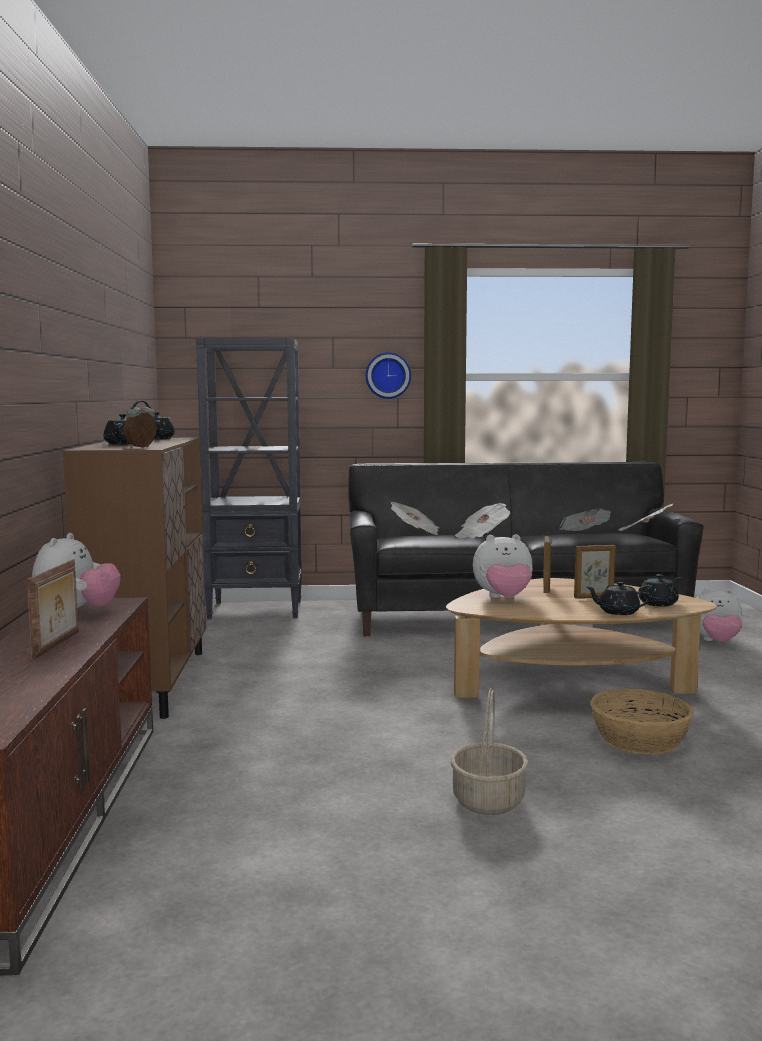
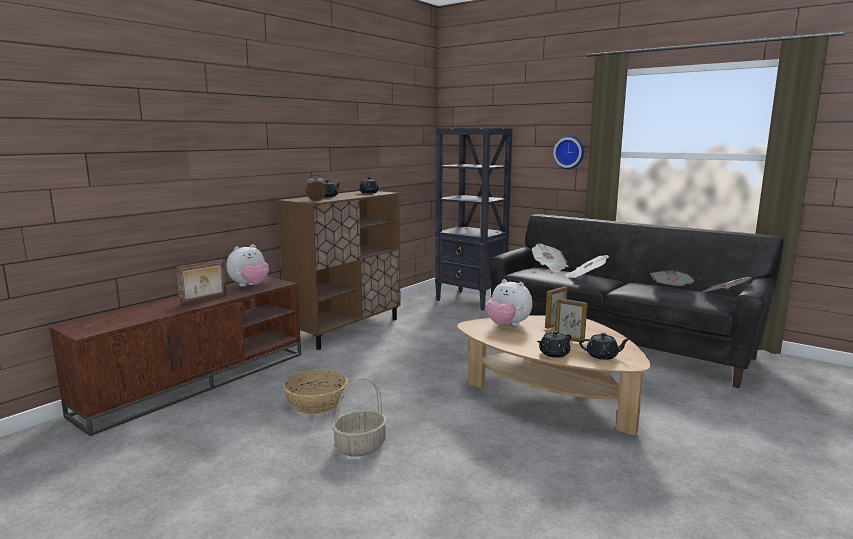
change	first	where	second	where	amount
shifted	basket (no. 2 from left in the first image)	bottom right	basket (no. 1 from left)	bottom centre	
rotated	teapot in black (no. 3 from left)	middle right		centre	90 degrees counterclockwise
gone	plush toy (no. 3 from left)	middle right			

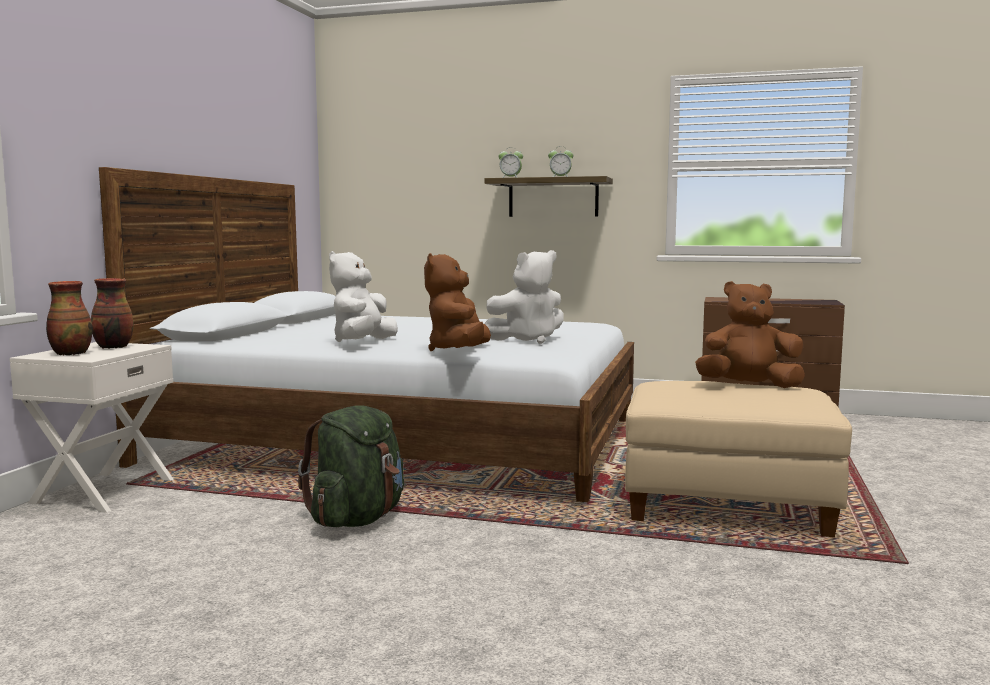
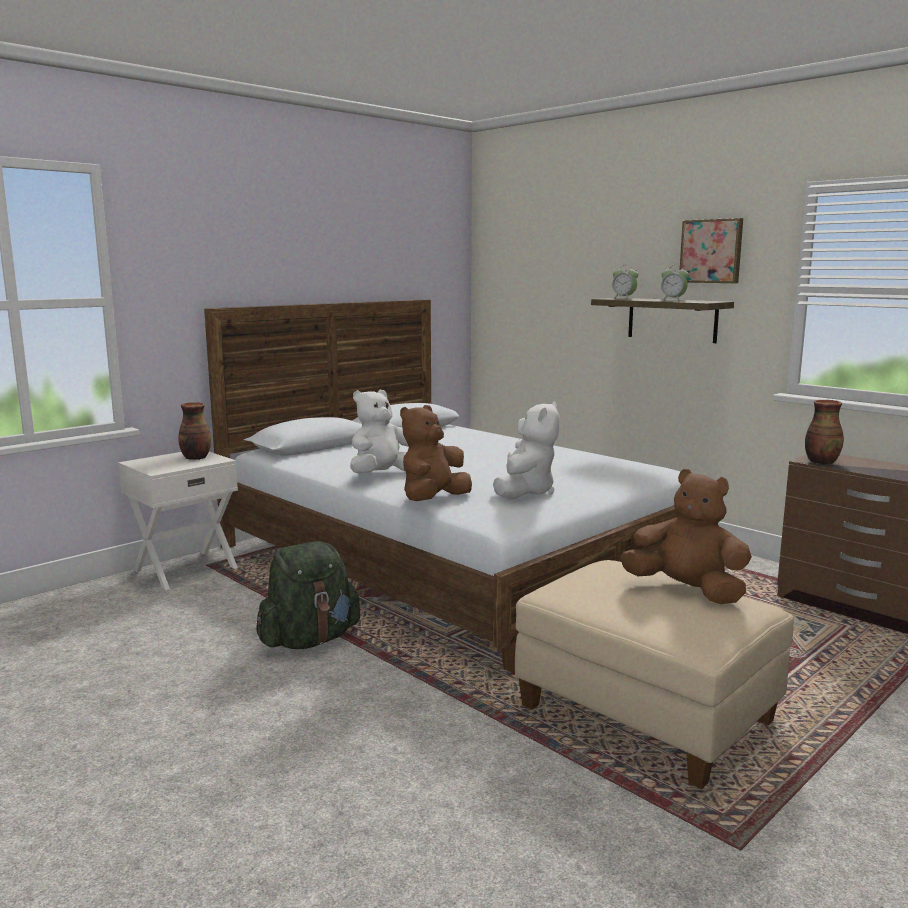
change	first	where	second	where	amount
rotated	plush toy in white (no. 2 from left)	centre		centre	75 degrees counterclockwise
new			picture	top right	
shifted	vase (no. 1 from left in the first image)	middle left	vase (no. 2 from left)	middle right	

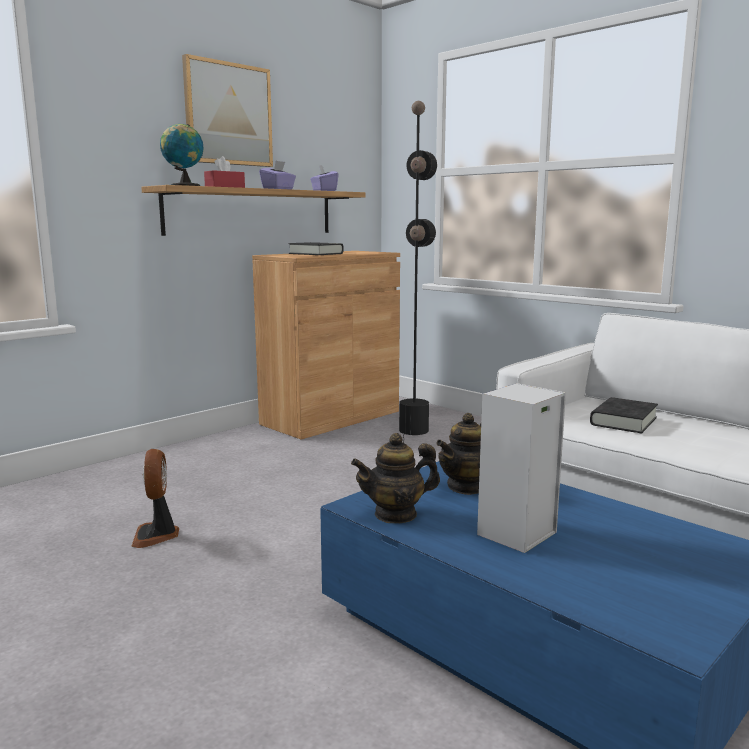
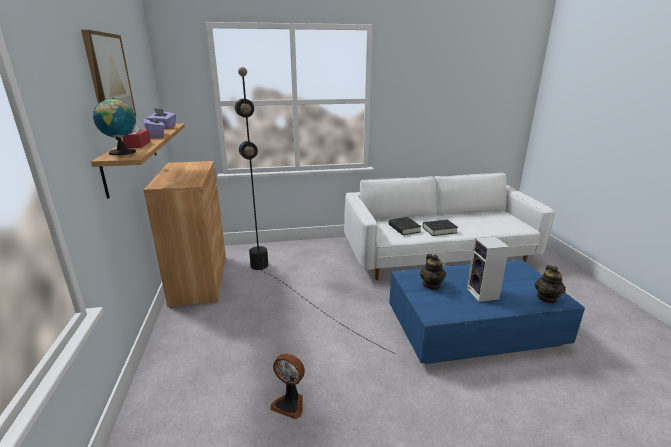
change	first	where	second	where	amount
shifted	book in black (no. 1 from left in the first image)	top centre	book in black (no. 2 from left)	centre	
shifted	teapot (no. 1 from left in the first image)	centre	teapot (no. 2 from left)	middle right	

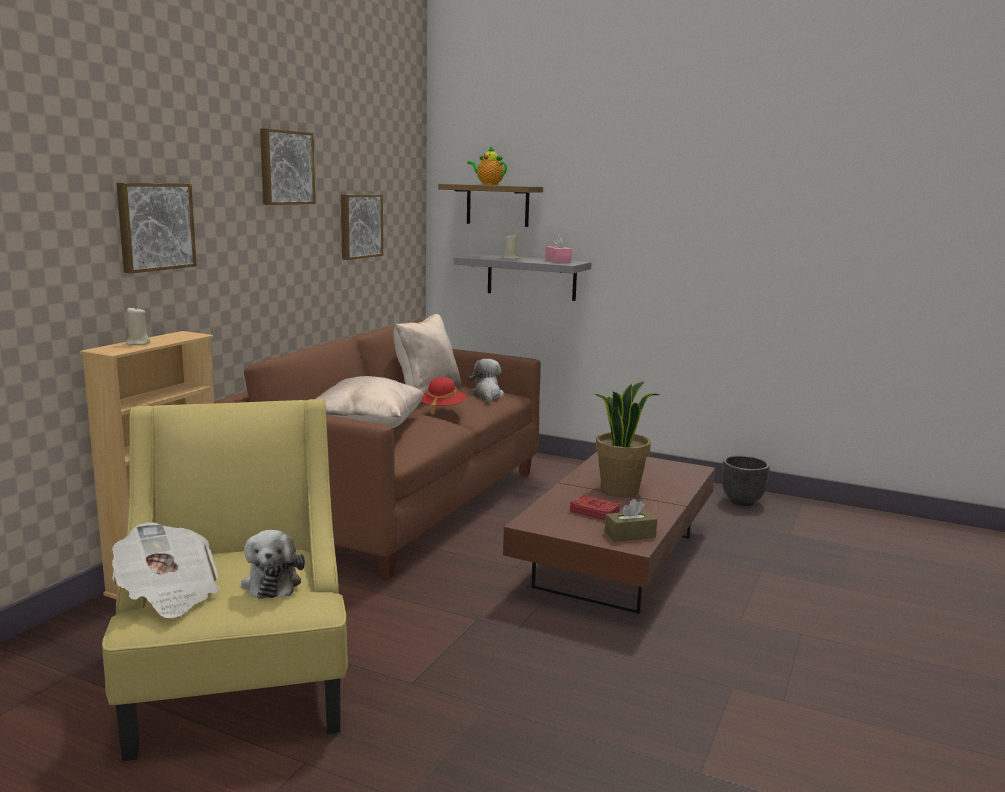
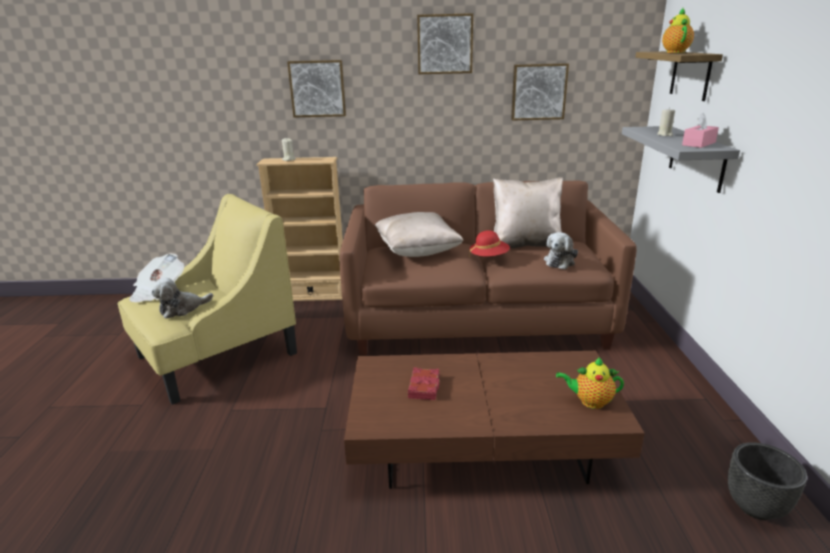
change	first	where	second	where	amount
rotated	plush toy (no. 2 from left)	centre		middle right	150 degrees clockwise
new			teapot (no. 1 from left)	bottom right	
gone	potted plant	centre			
gone	tissue box in brown	centre			

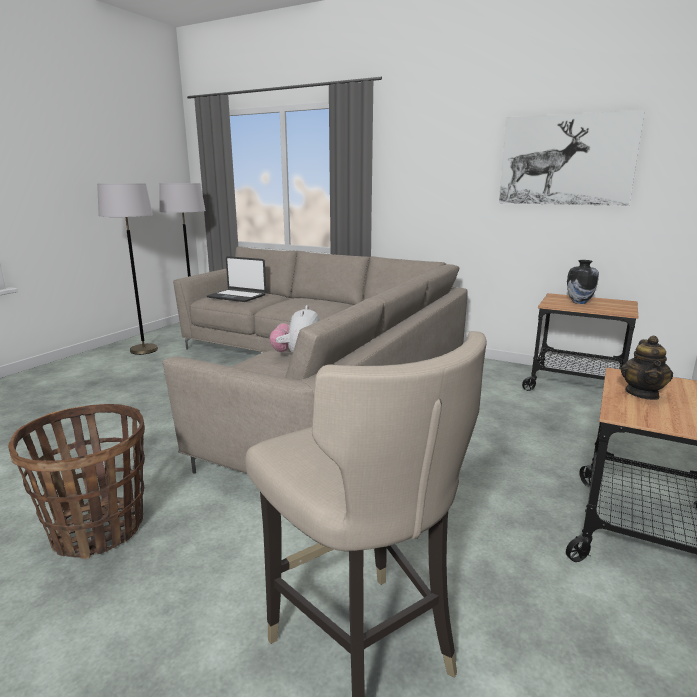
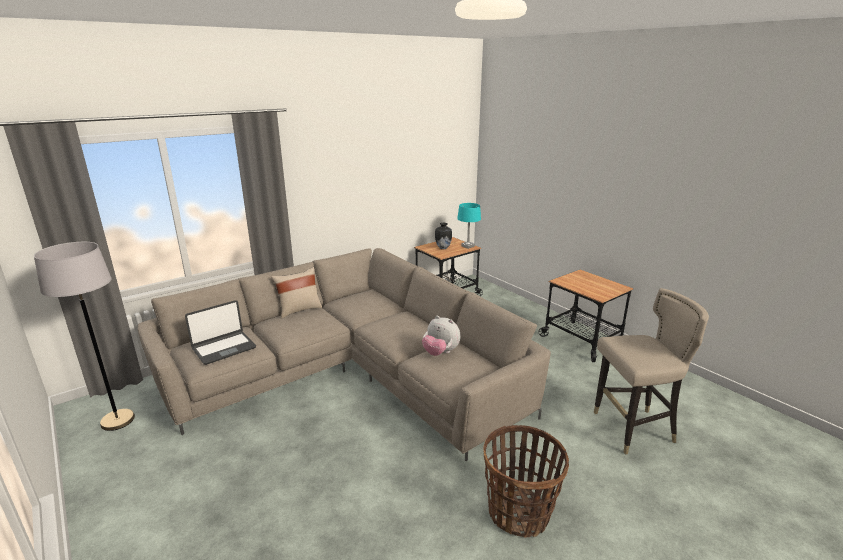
change	first	where	second	where	amount
new			pillow in beige	centre	
new			table lamp in turquoise	centre	
gone	floor lamp in grey (no. 1 from left)	middle left			
gone	picture	top right			
gone	teapot	middle right			

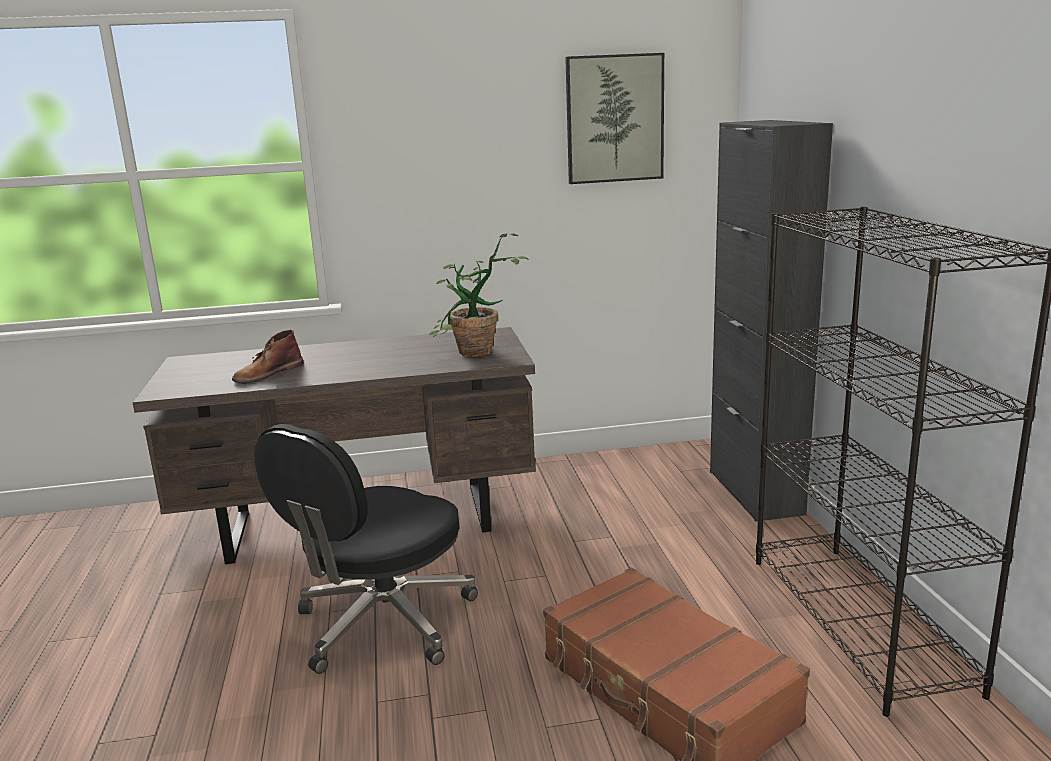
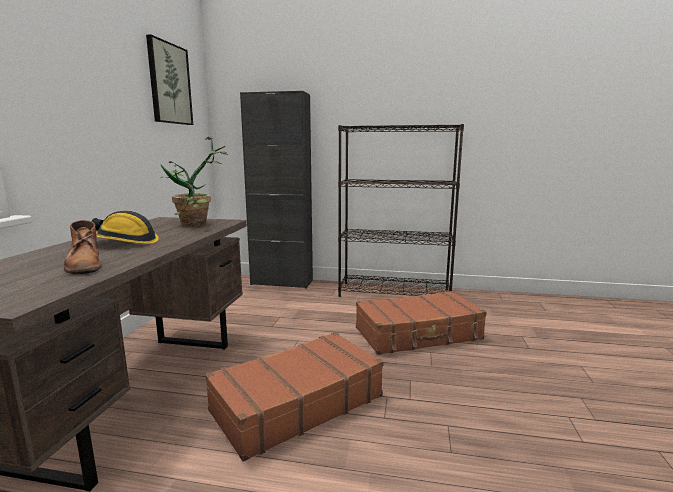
change	first	where	second	where	amount
new			hard hat	middle left	
swapped	office chair in black	bottom centre	suitcase in brown (no. 1 from left)	bottom centre	

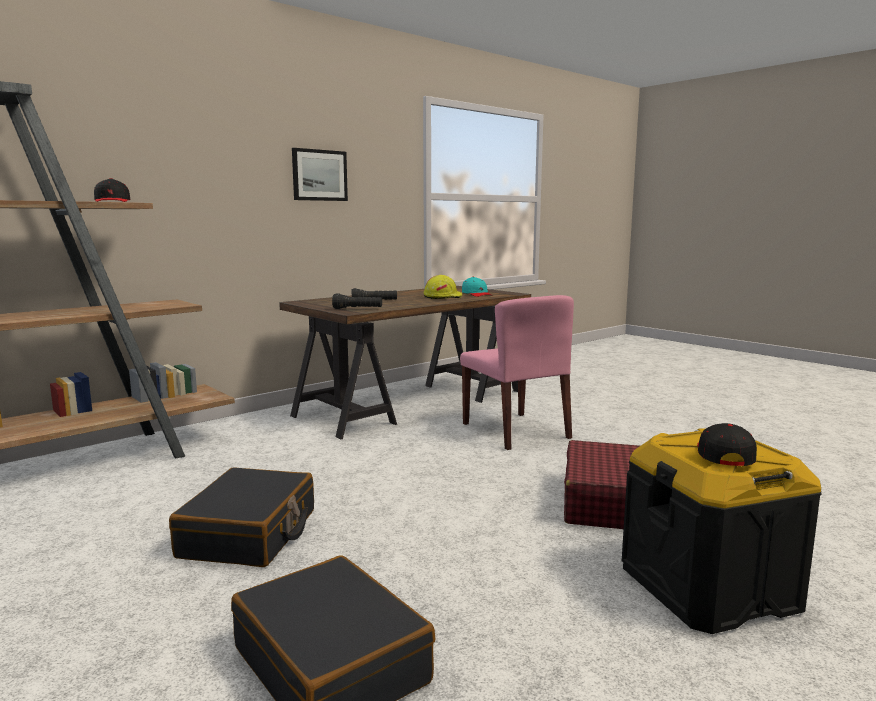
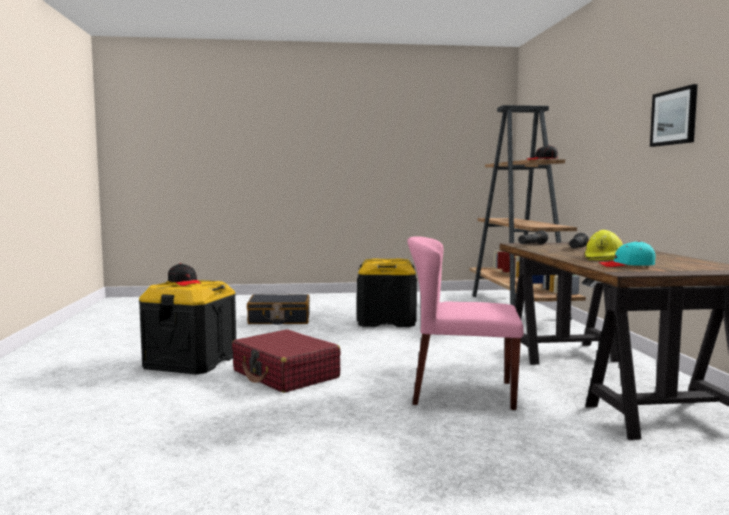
change	first	where	second	where	amount
swapped	suitcase in black (no. 1 from left)	bottom left	storage box in black (no. 2 from left)	centre	

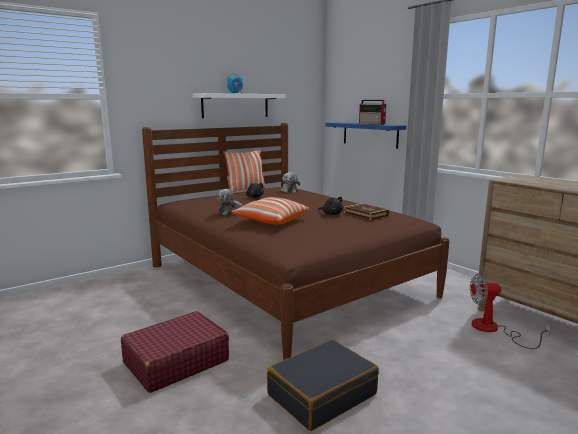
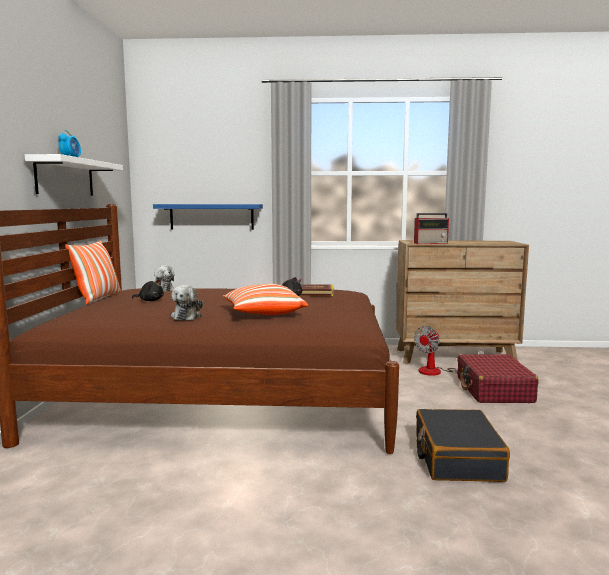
change	first	where	second	where	amount
shifted	radio	top centre		middle right	
shifted	suitcase in red	bottom left		middle right	

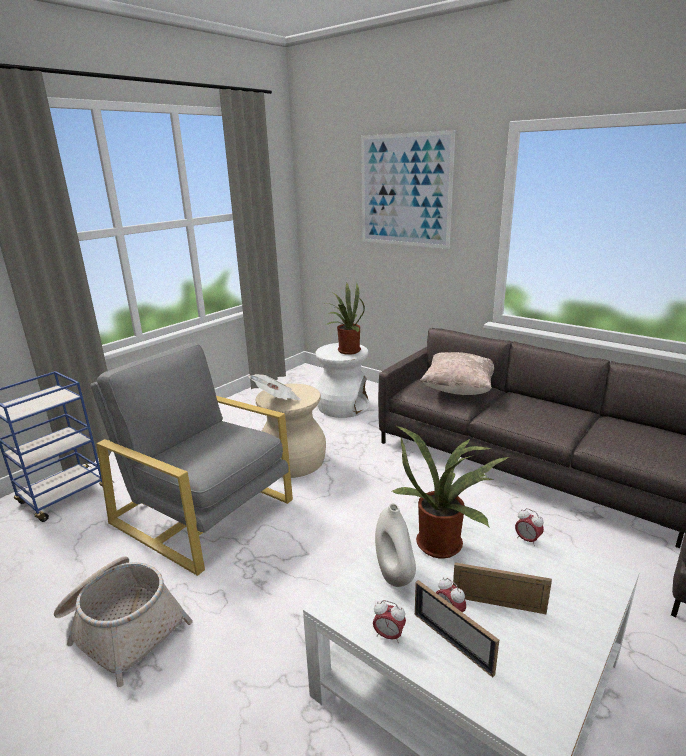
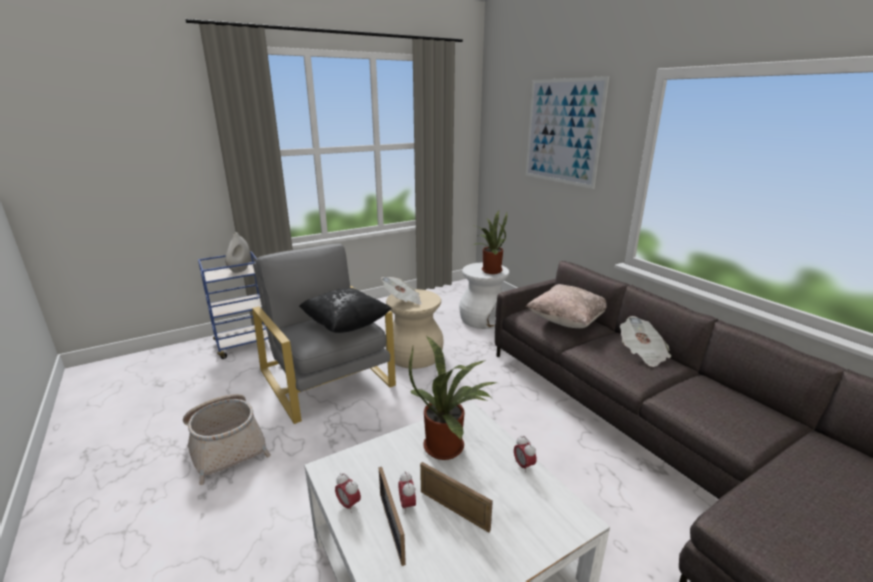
change	first	where	second	where	amount
shifted	vase in white	bottom centre		middle left	
new			pillow in black	centre	
new			newspaper (no. 2 from left)	middle right	

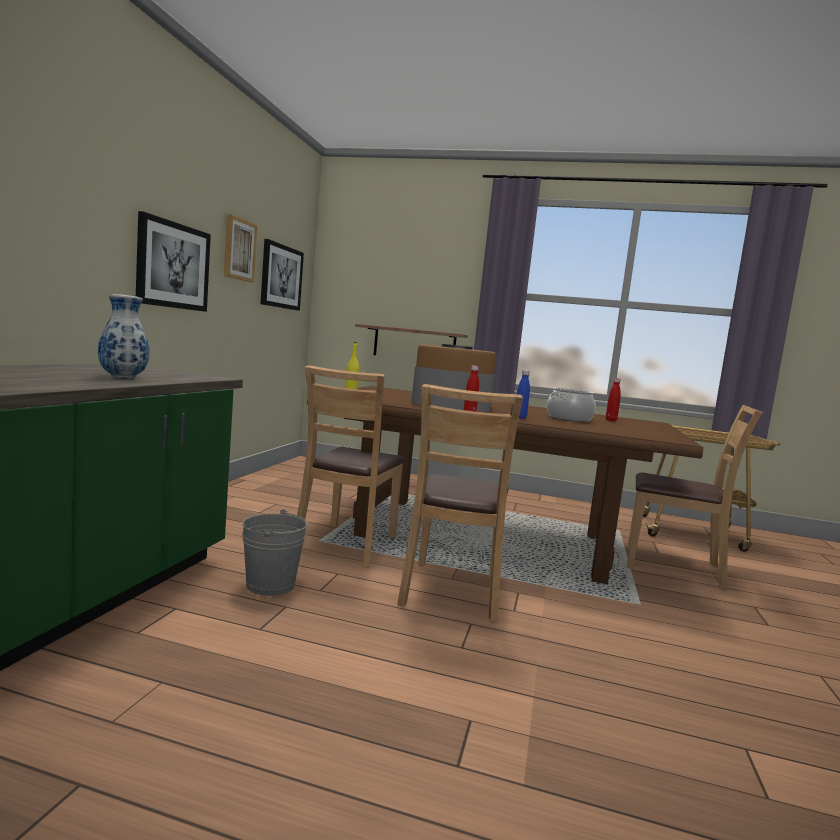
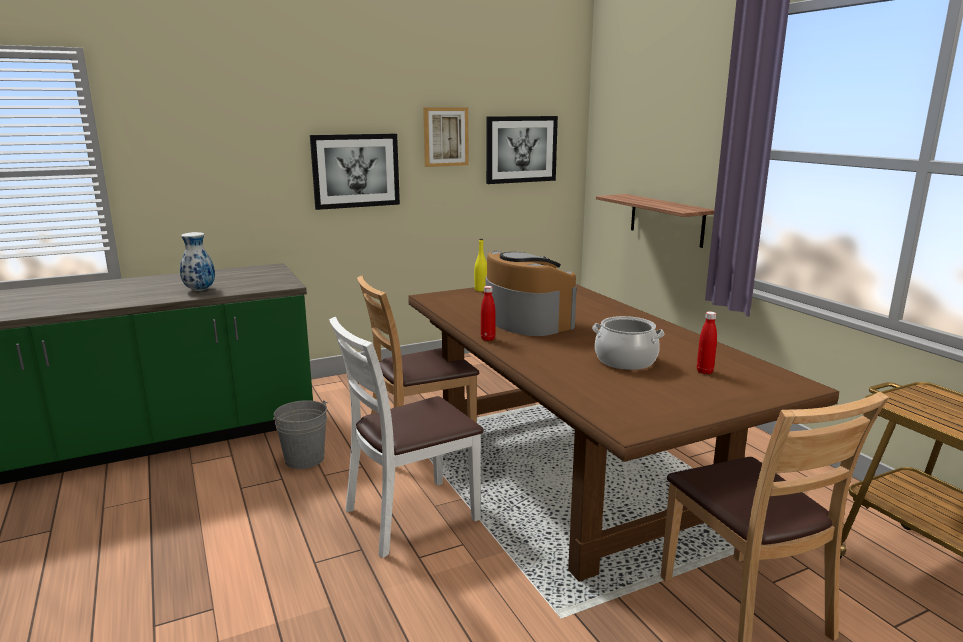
change	first	where	second	where	amount
repainted	chair in brown (no. 2 from left)	centre	chair in white	bottom centre	
gone	bottle in blue	centre			

